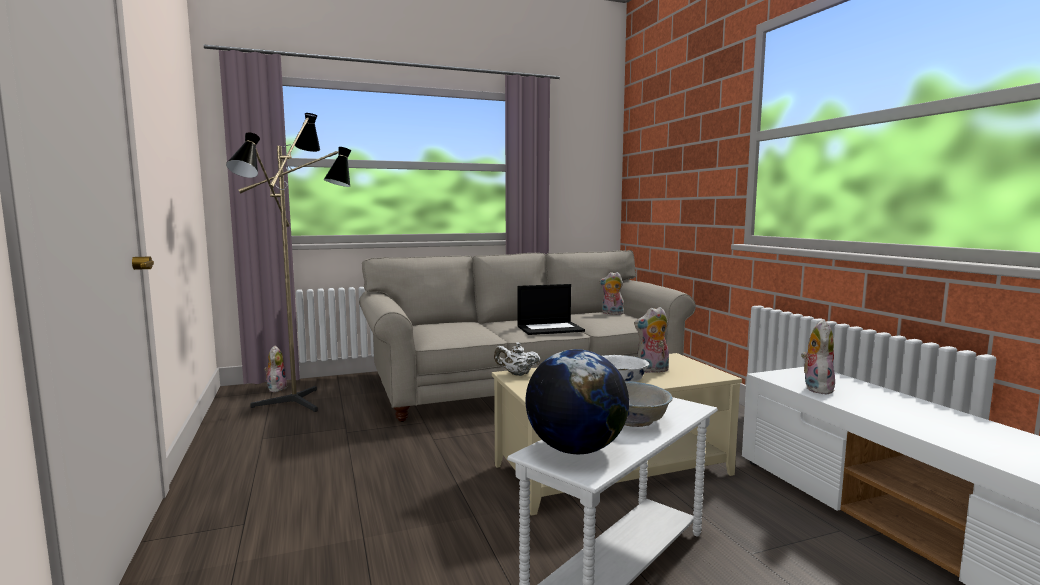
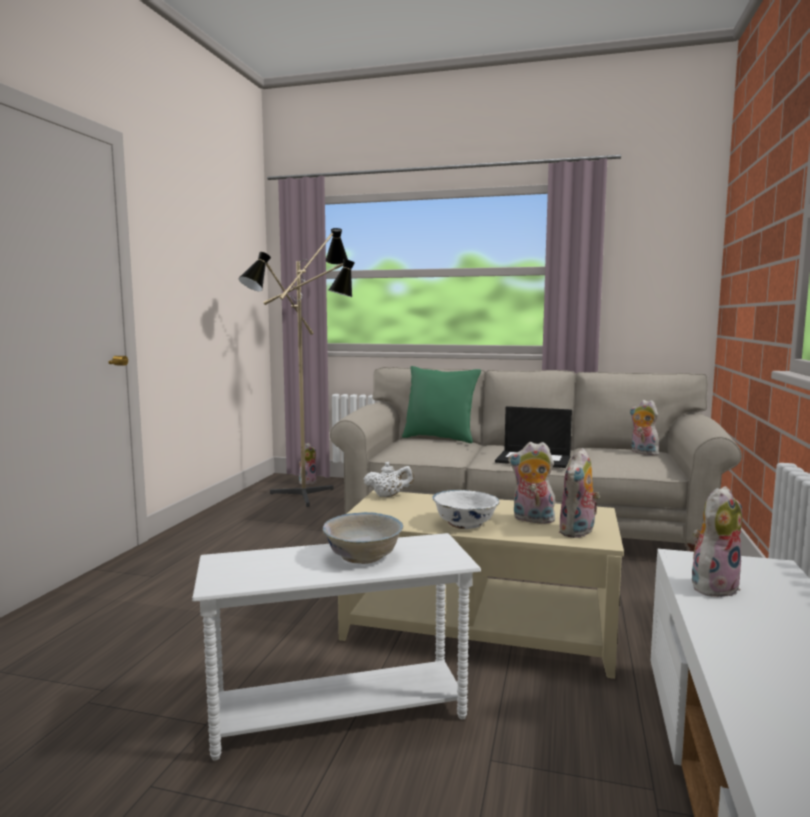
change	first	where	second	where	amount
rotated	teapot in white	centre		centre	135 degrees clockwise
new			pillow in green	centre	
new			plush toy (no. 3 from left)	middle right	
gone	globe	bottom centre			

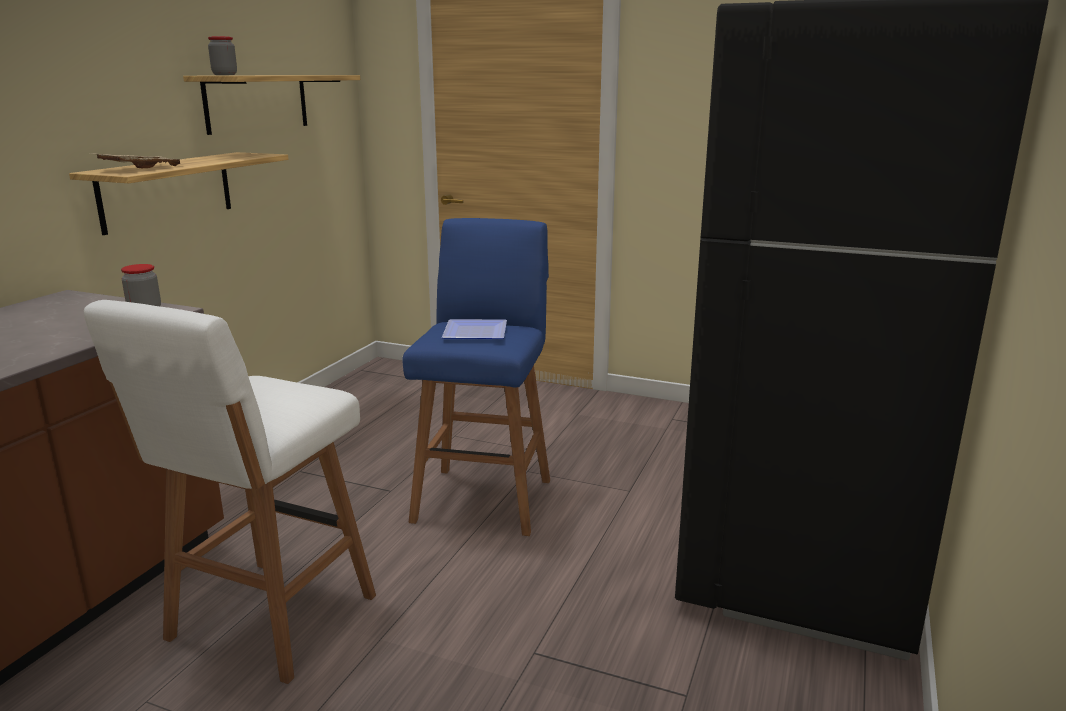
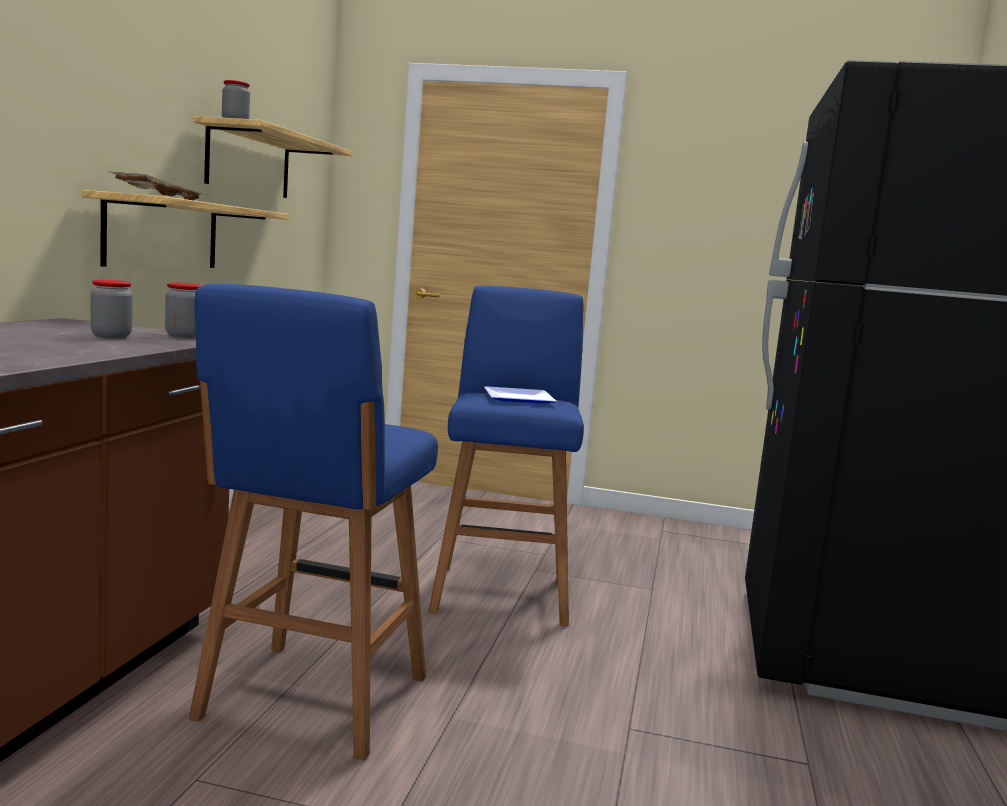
change	first	where	second	where	amount
new			jar (no. 1 from left)	middle left	
repainted	stool in white	bottom left	stool in blue (no. 1 from left)	middle left	

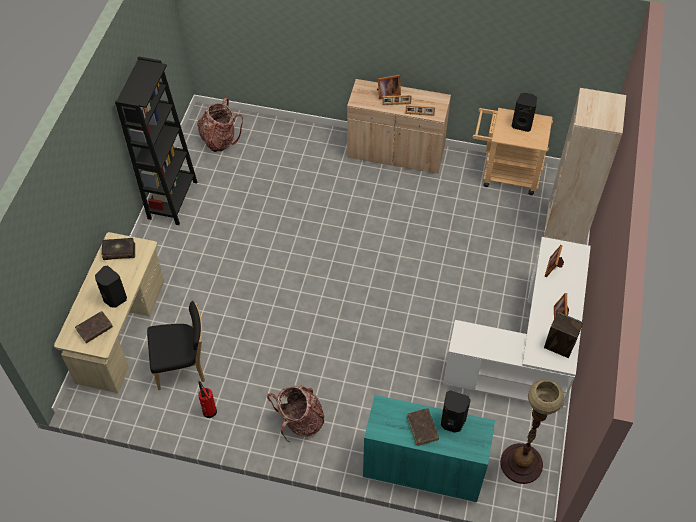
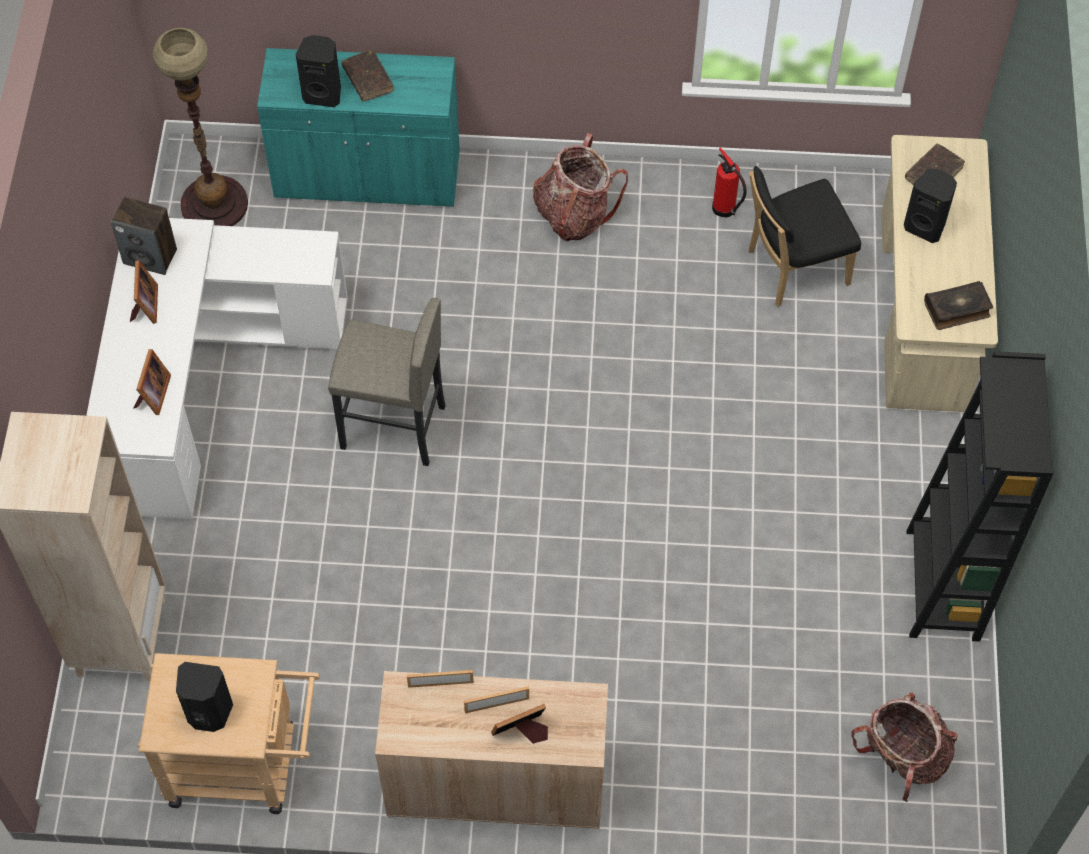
change	first	where	second	where	amount
new			stool in grey	centre	

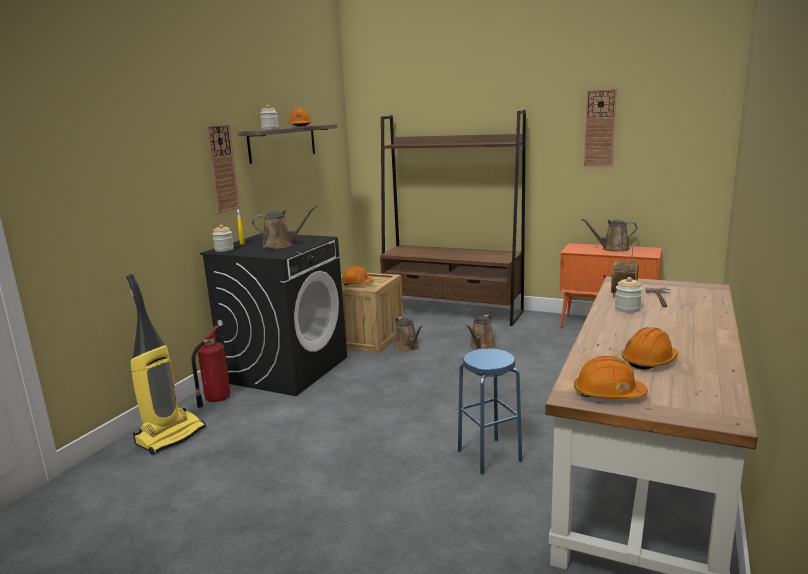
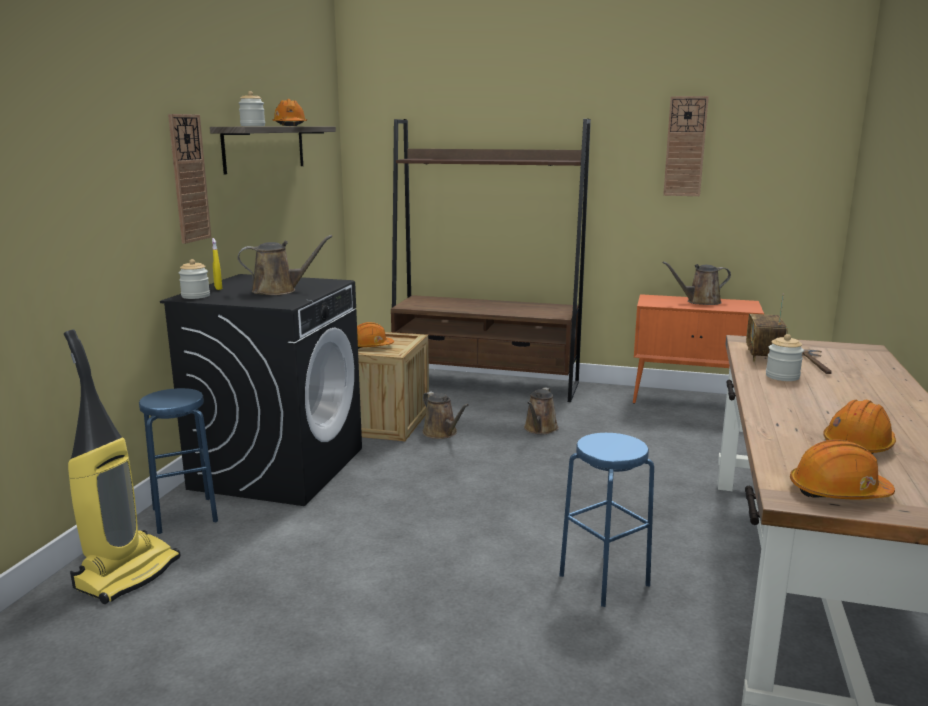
change	first	where	second	where	amount
swapped	fire extinguisher	middle left	stool in blue (no. 1 from left)	middle left	

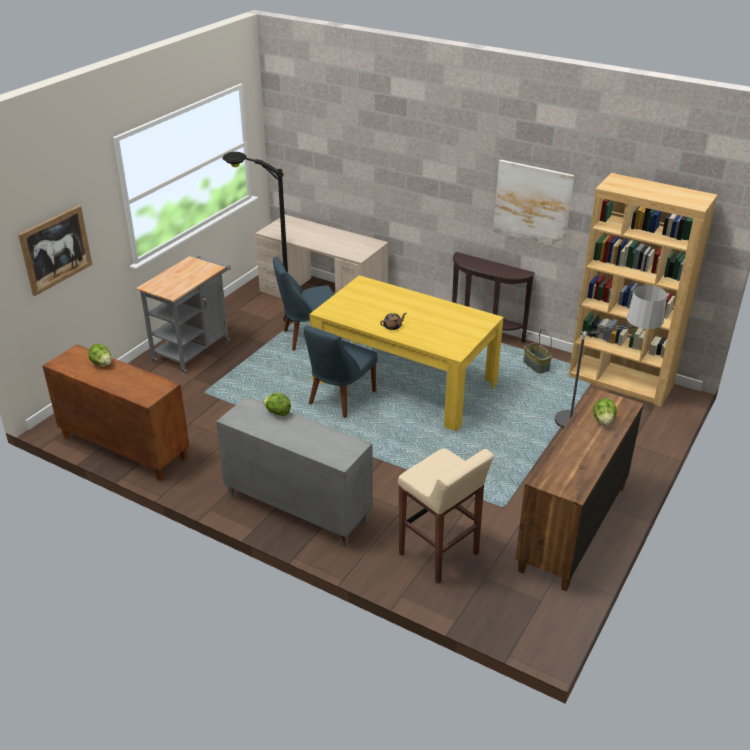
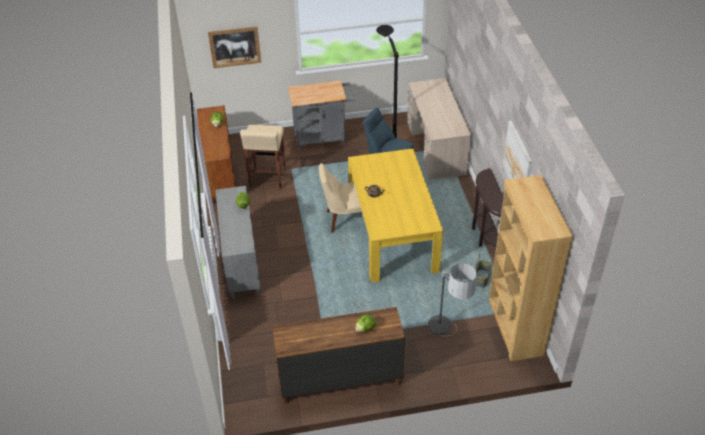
change	first	where	second	where	amount
shifted	stool in beige	bottom centre		centre	
repainted	chair in blue (no. 2 from left)	centre	chair in beige	centre	

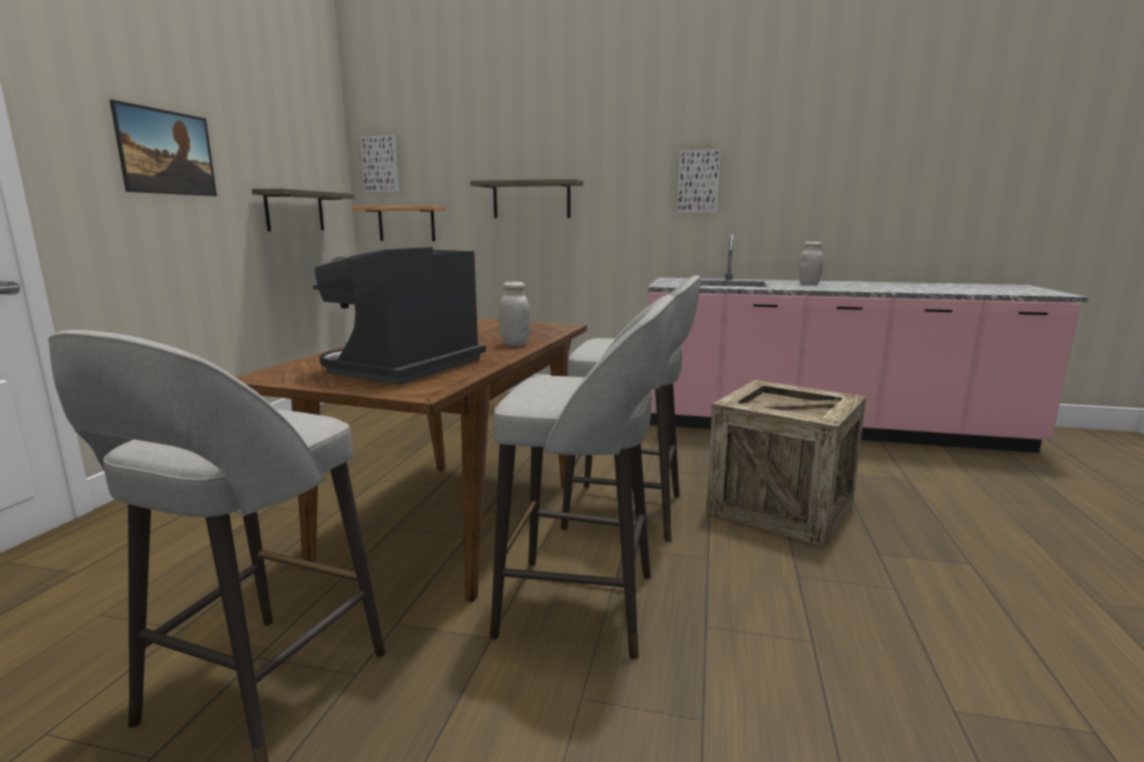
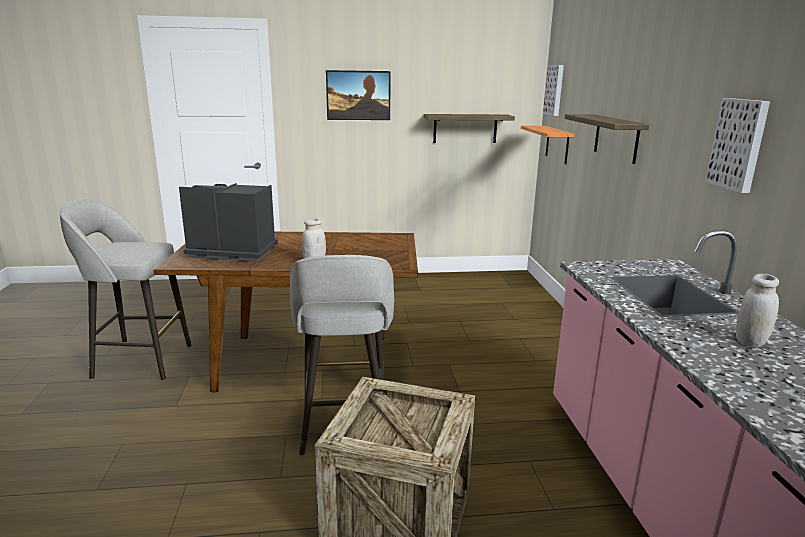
change	first	where	second	where	amount
gone	stool in grey (no. 2 from left)	centre			

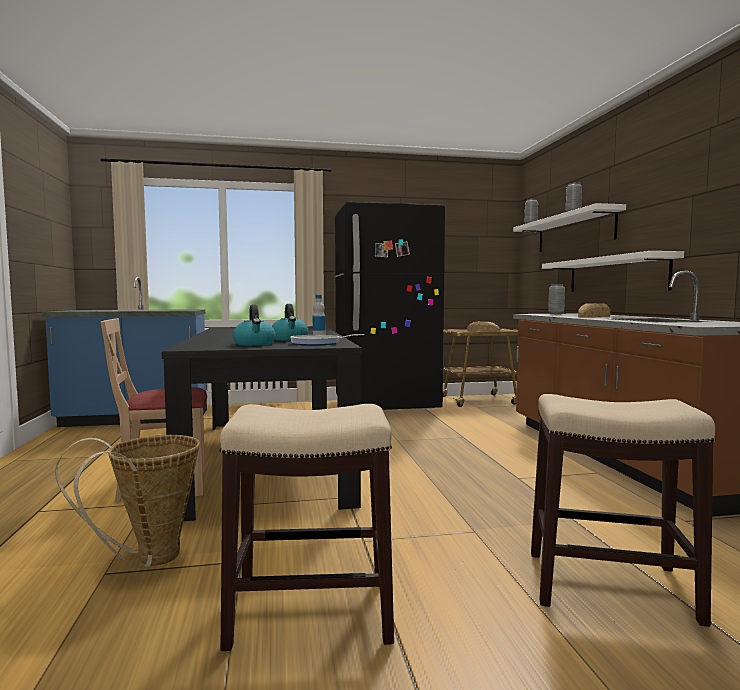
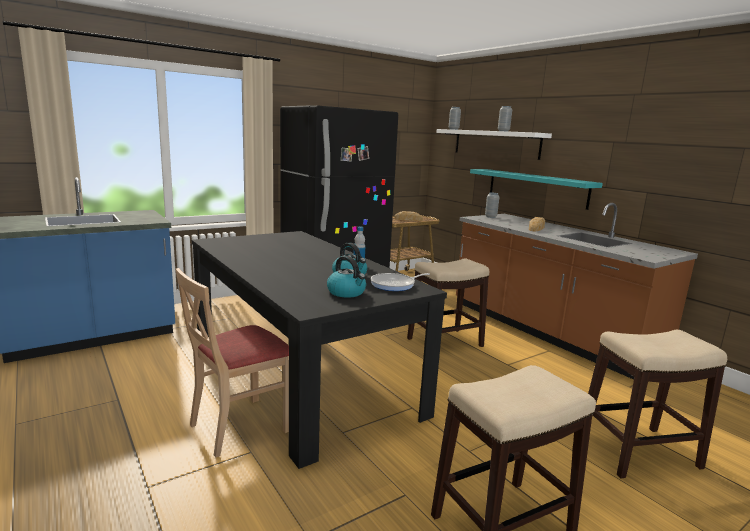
change	first	where	second	where	amount
new			stool (no. 1 from left)	centre	
repainted	shelf in white (no. 2 from left)	middle right	shelf in turquoise	middle right	
gone	basket	bottom left			

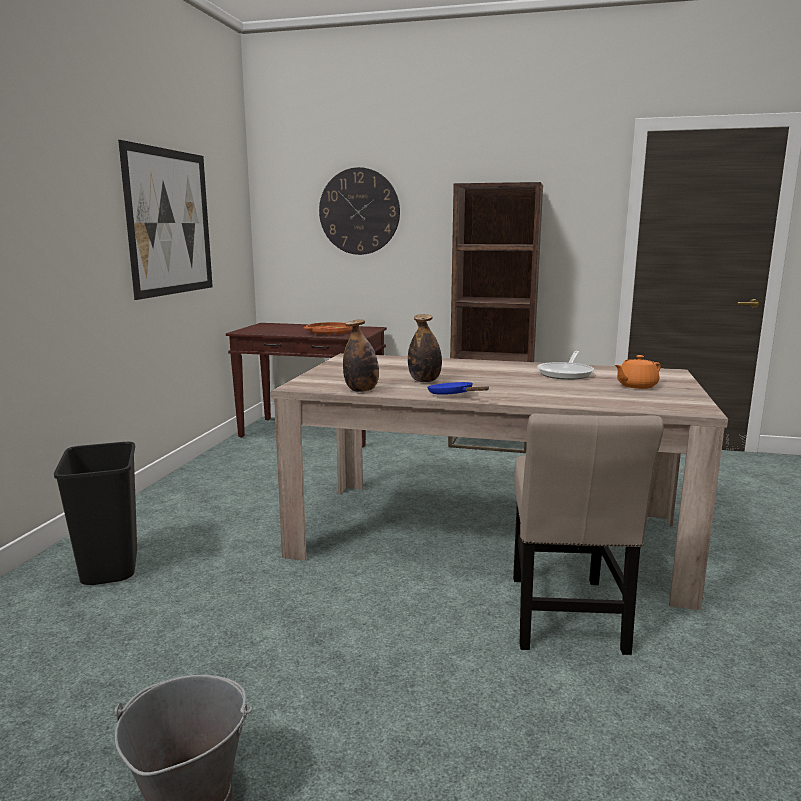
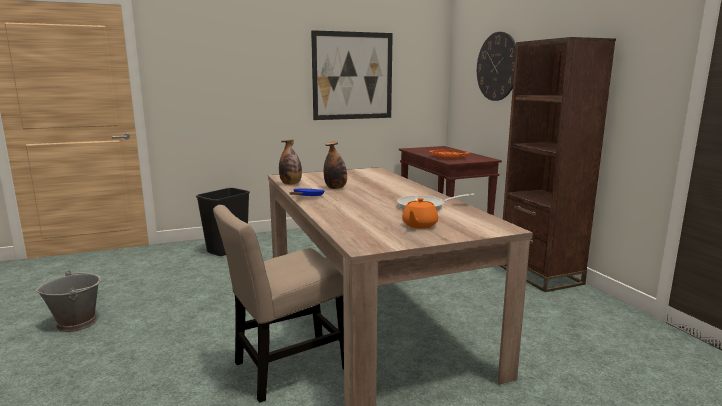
change	first	where	second	where	amount
rotated	teapot in orange	middle right		centre	90 degrees counterclockwise

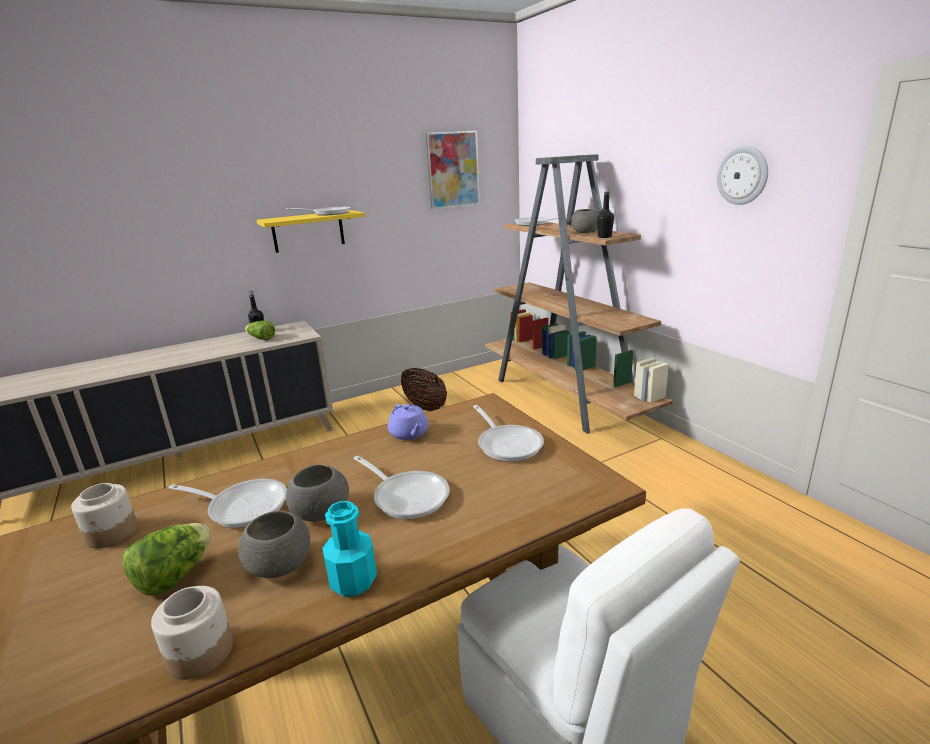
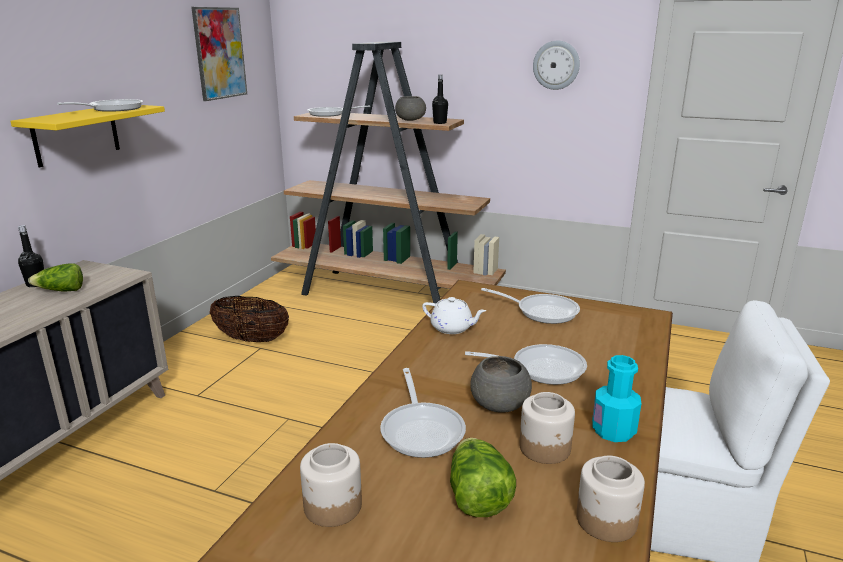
change	first	where	second	where	amount
rotated	frying pan (no. 1 from left in the first image)	bottom left	frying pan (no. 3 from left)	bottom centre	105 degrees clockwise
repainted	teapot in purple	centre	teapot in white	centre	
swapped	bowl in grey (no. 1 from left)	bottom left	jar (no. 2 from left)	bottom centre	

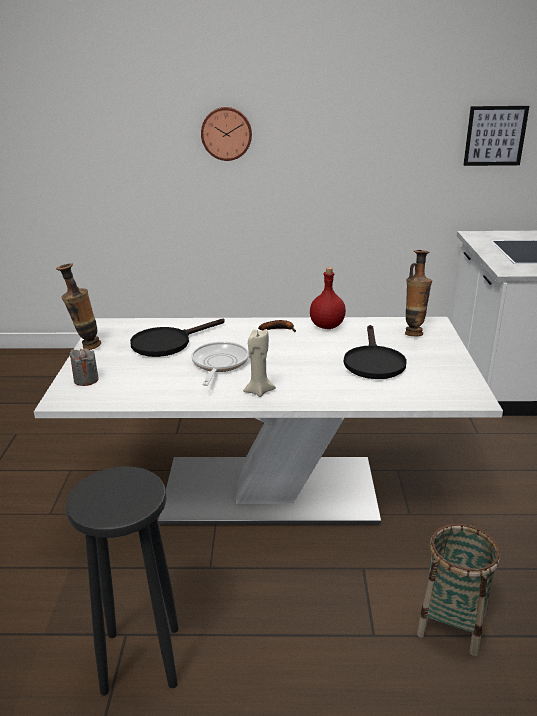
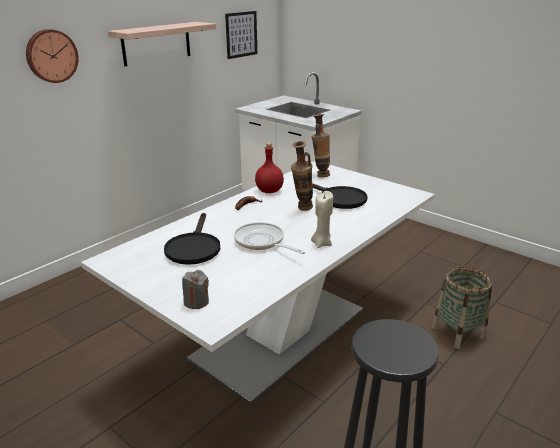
change	first	where	second	where	amount
new			shelf	top left	
shifted	vase (no. 1 from left)	middle left		centre	

